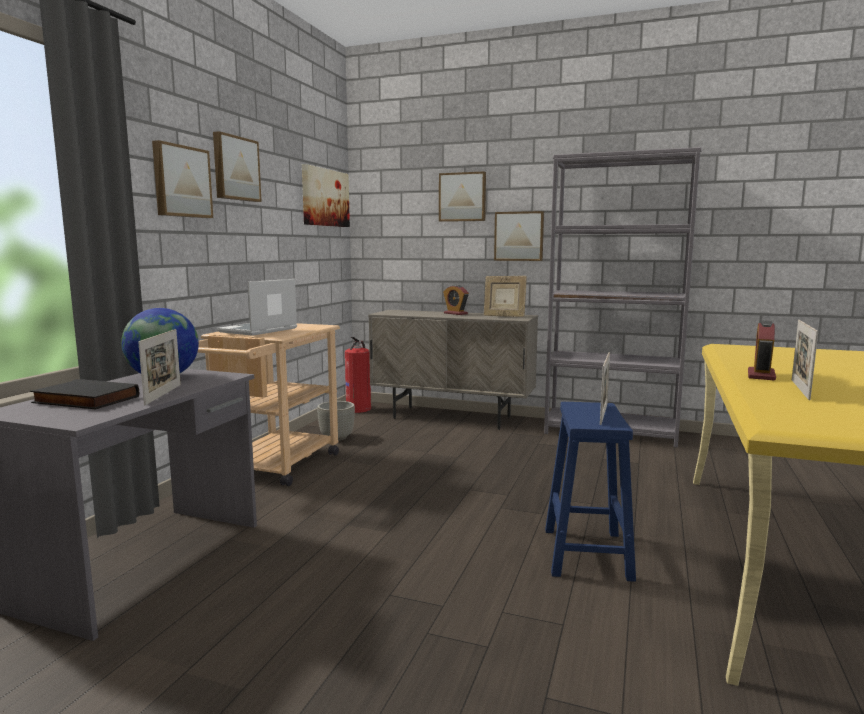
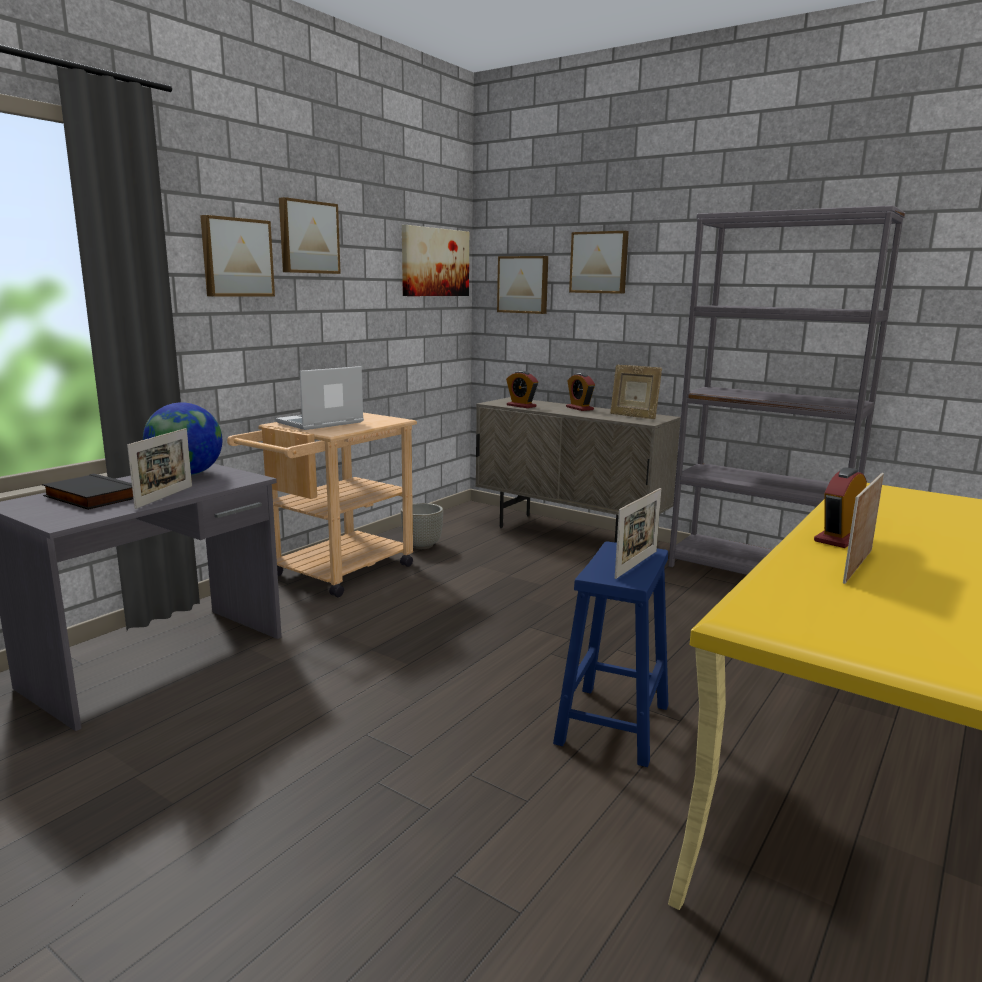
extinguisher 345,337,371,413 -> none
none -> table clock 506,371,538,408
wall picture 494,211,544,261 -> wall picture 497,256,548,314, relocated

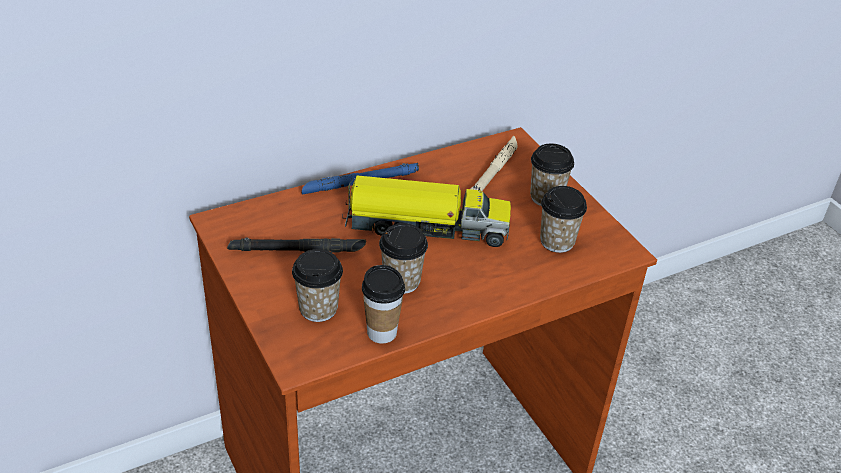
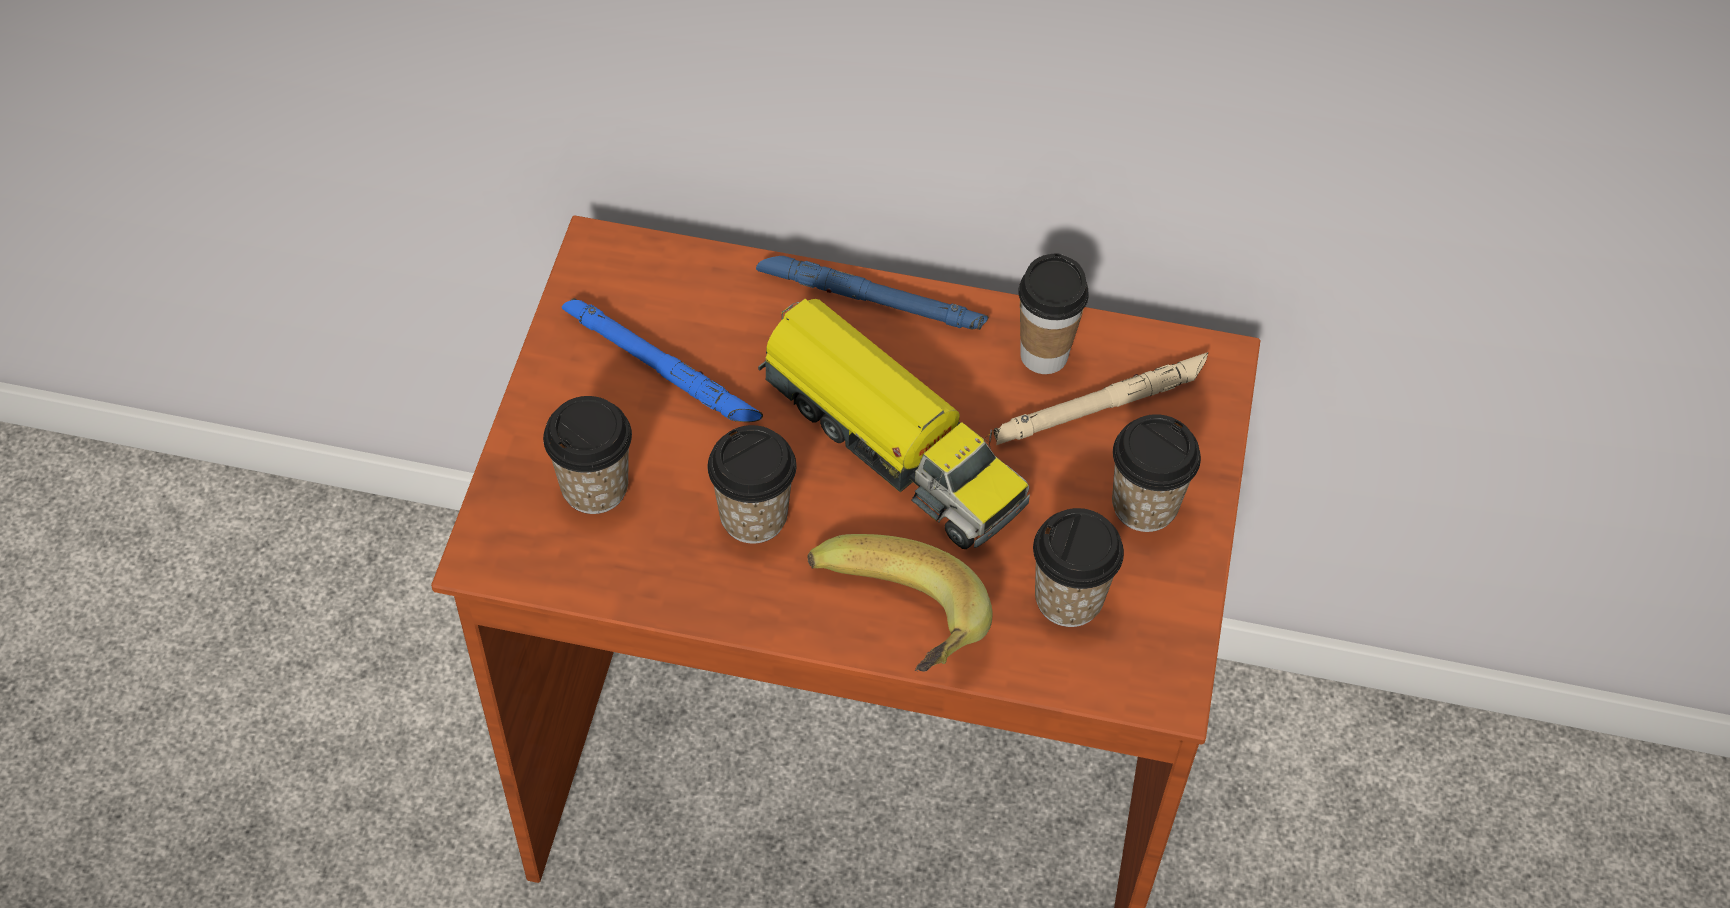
none -> banana fruit 807,534,992,672
small cup 362,265,405,344 -> small cup 1018,253,1089,374, relocated
flashlight in black-coloured 227,238,366,252 -> flashlight in blue 562,298,763,422

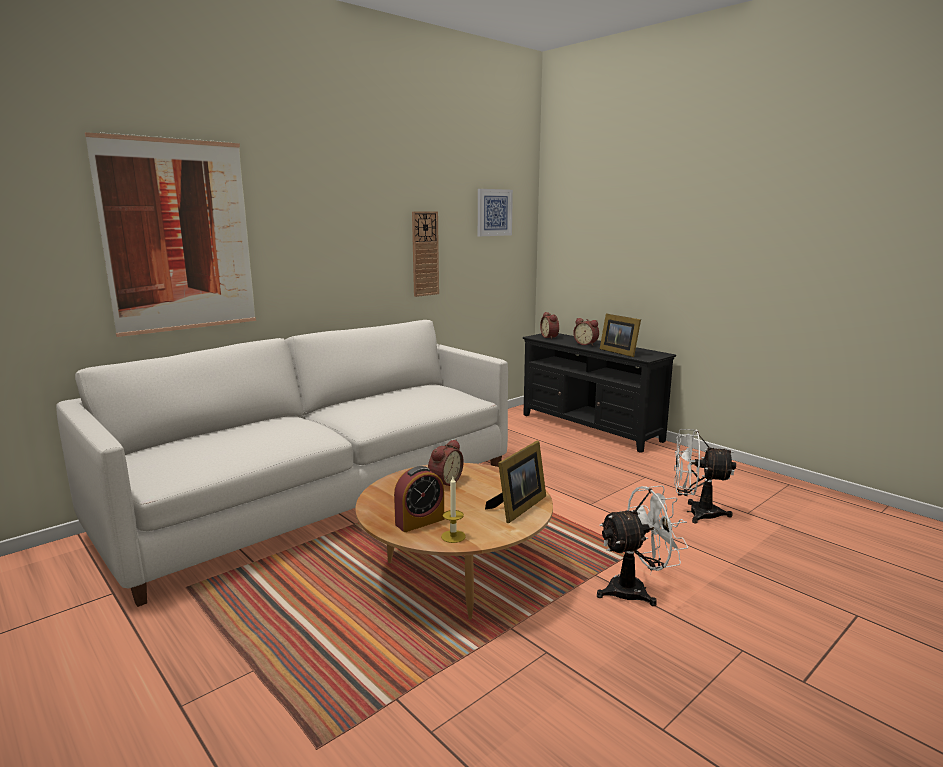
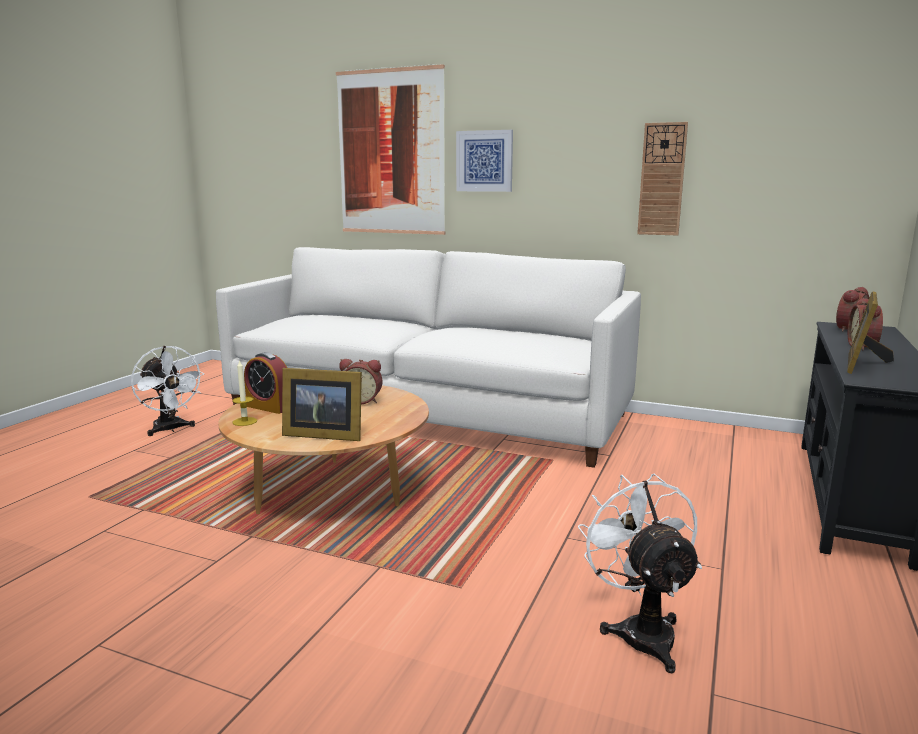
wall picture 478,189,513,236 -> wall picture 456,130,513,192, relocated
electric fan in whitish 597,485,688,606 -> electric fan in whitish 131,346,204,436, relocated

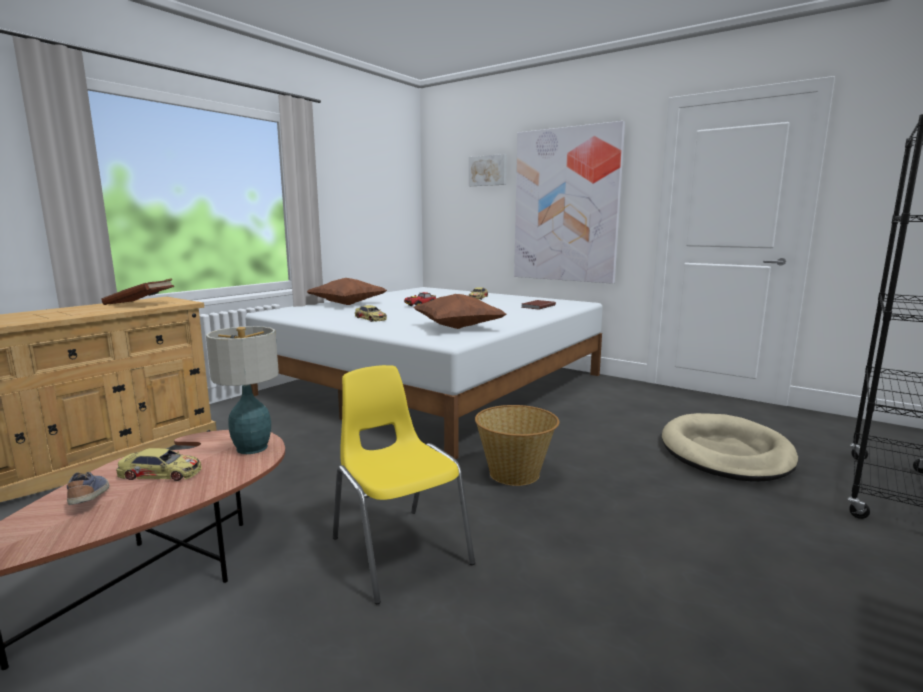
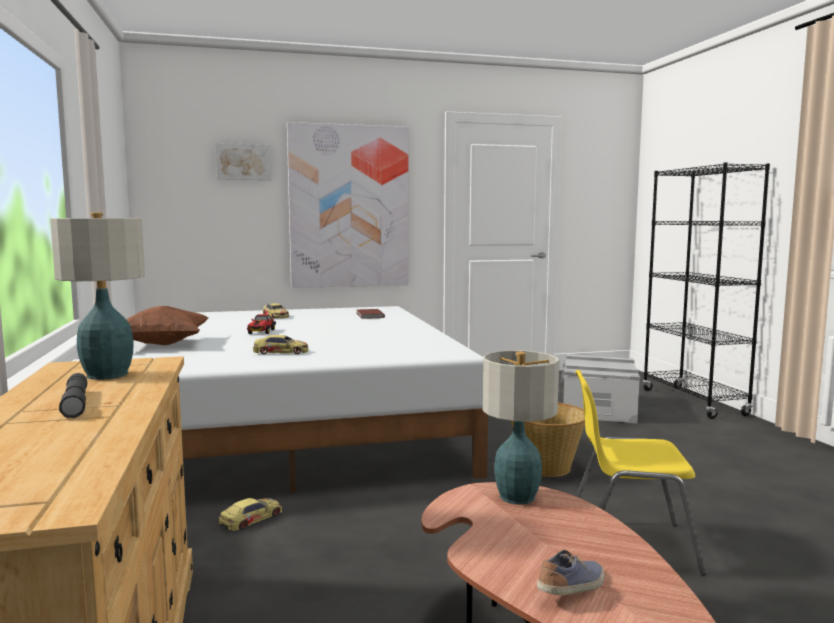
throw pillow in brownish 414,294,506,329 -> none
none -> flashlight in grey 59,373,87,418
miniature car 116,448,202,481 -> miniature car 219,498,282,531, relocated
volume in brownish 101,279,174,305 -> tabletop lamp 50,212,145,380
dog bed in beige-coloured 662,413,798,482 -> storage container in grey 561,354,640,423
item of footwear 67,472,109,505 -> item of footwear 537,550,604,596, 120 degrees clockwise

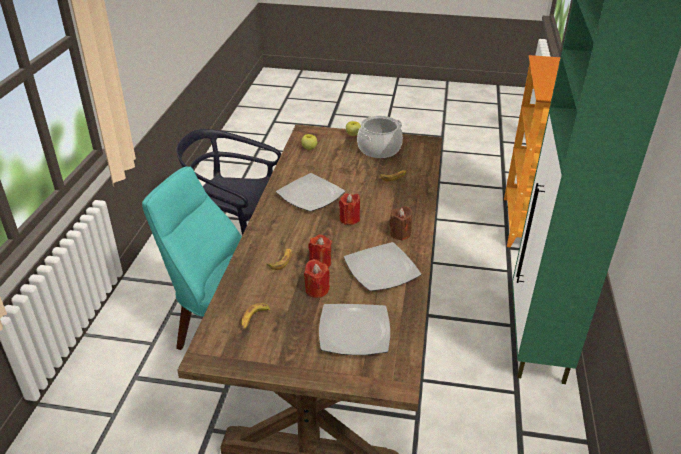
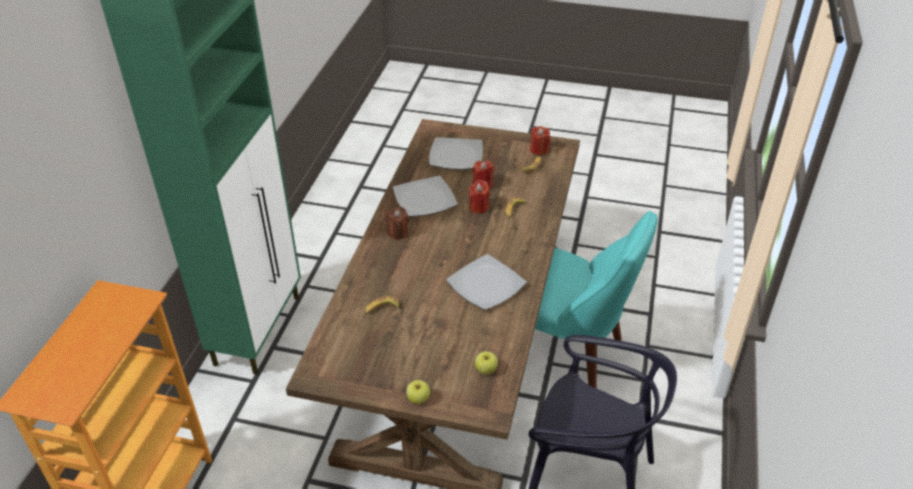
stockpot 357,116,403,158 -> none
wax light in reddish 339,193,360,225 -> wax light in reddish 530,126,550,155, relocated

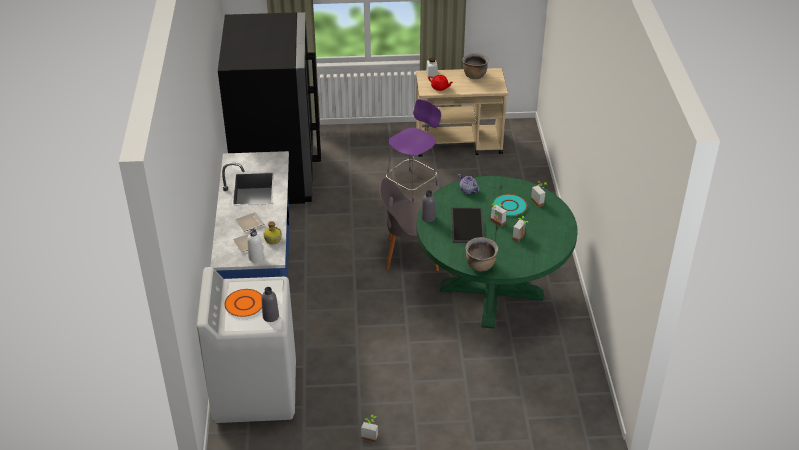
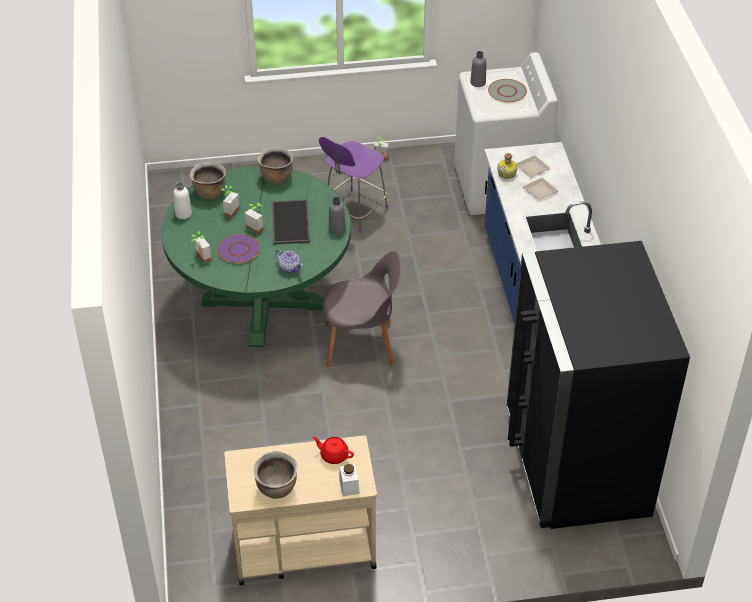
none -> stockpot in brownish 190,162,226,199
drink bottle in whitish 247,229,264,262 -> drink bottle in whitish 173,182,192,219, relocated
sitting stool in purplish 386,99,441,202 -> sitting stool in purplish 319,137,388,233, relocated
dinner plate in orange-coloured 224,289,262,317 -> dinner plate in grey 488,79,527,103
dinner plate in turquoise-coloured 493,194,527,216 -> dinner plate in purplish 217,234,260,263

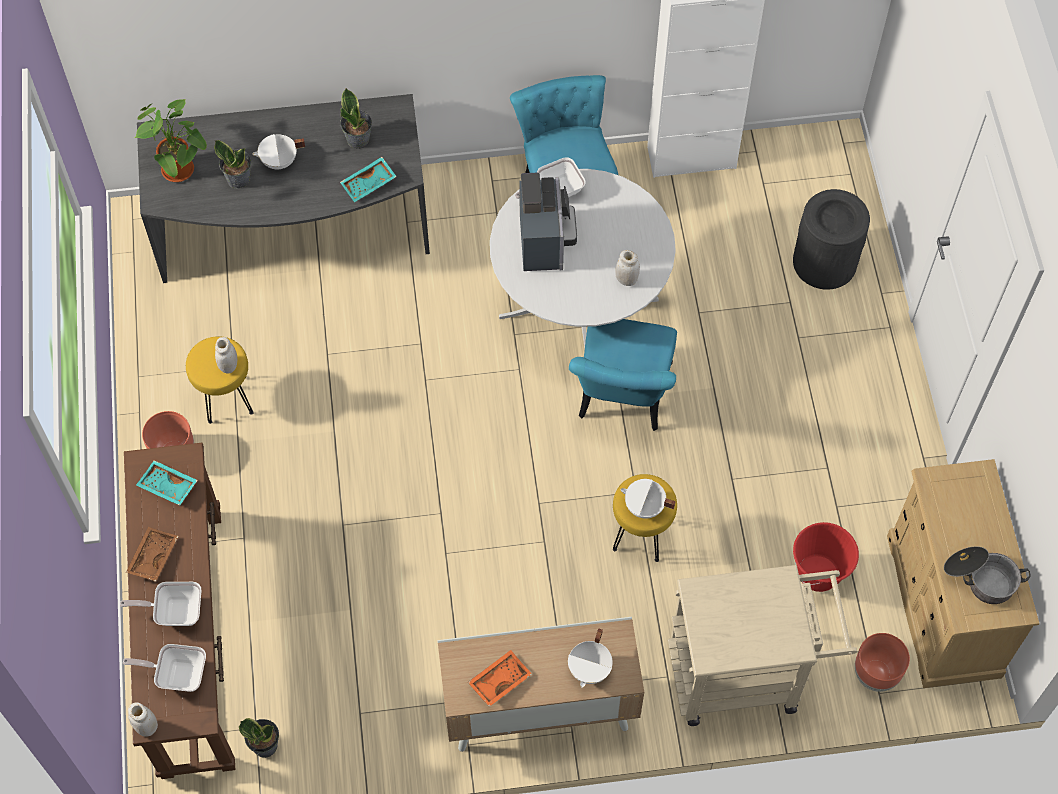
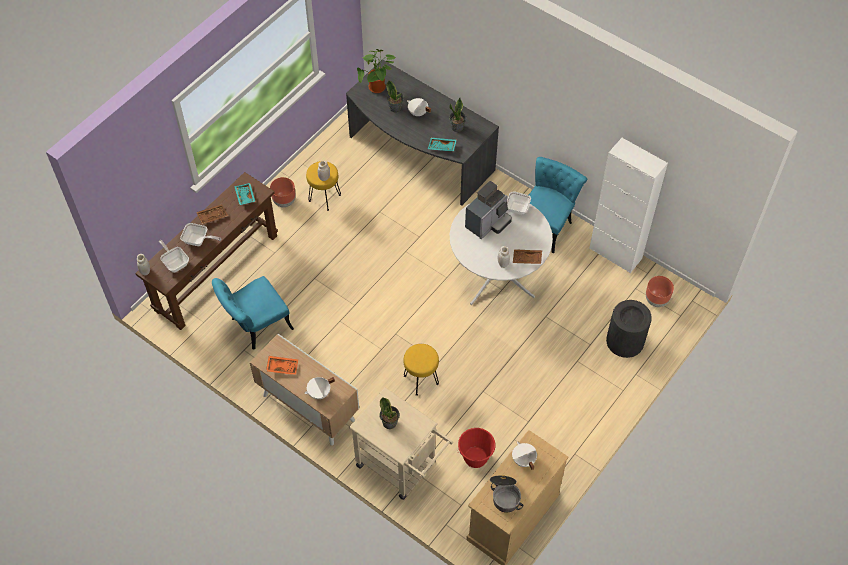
none -> carrying tray in brownish 513,250,542,264
potted plant 239,718,279,758 -> potted plant 379,397,400,429, relocated
plain chair in turquoise-coloured 569,319,677,431 -> plain chair in turquoise-coloured 212,276,294,350, relocated
stockpot in whitish 620,479,676,519 -> stockpot in whitish 512,441,537,470, relocated
planter in brownish 855,633,910,692 -> planter in brownish 646,276,674,307, relocated
pan 120,582,201,626 -> pan 180,223,221,246, 150 degrees clockwise

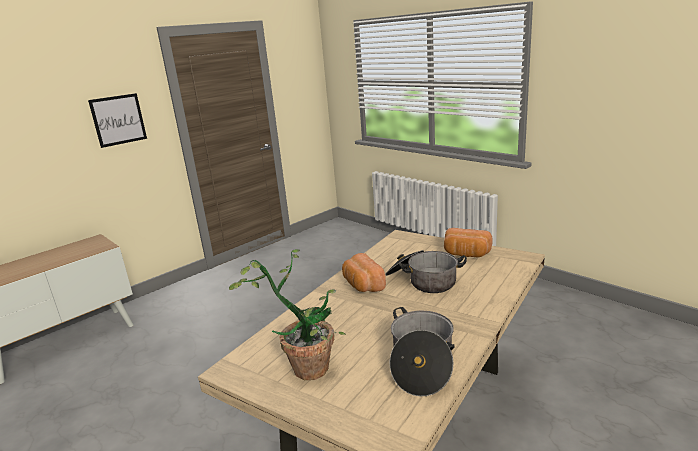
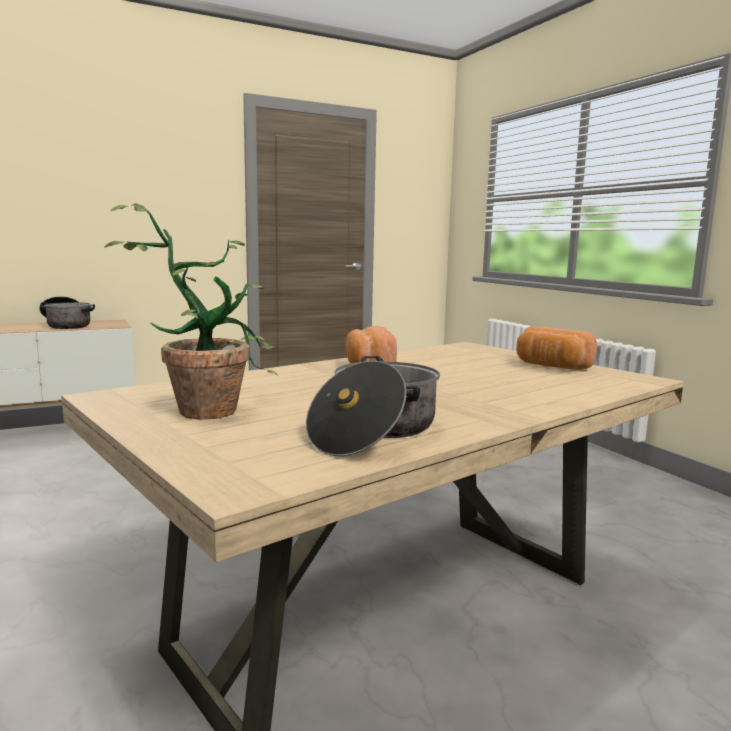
wall picture 88,93,147,148 -> none
stockpot 385,250,467,293 -> stockpot 39,296,95,329, relocated

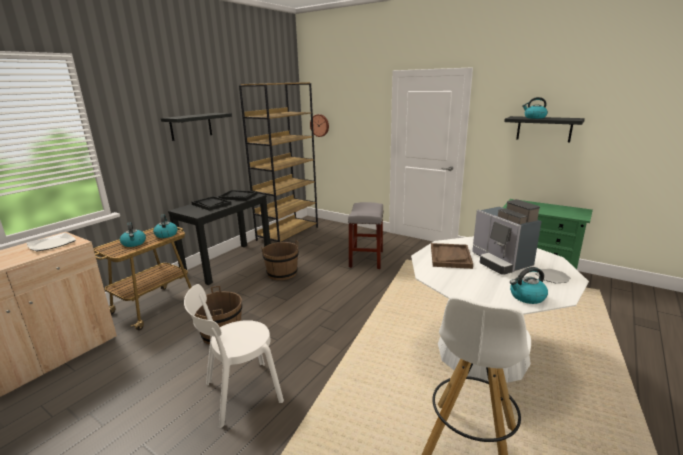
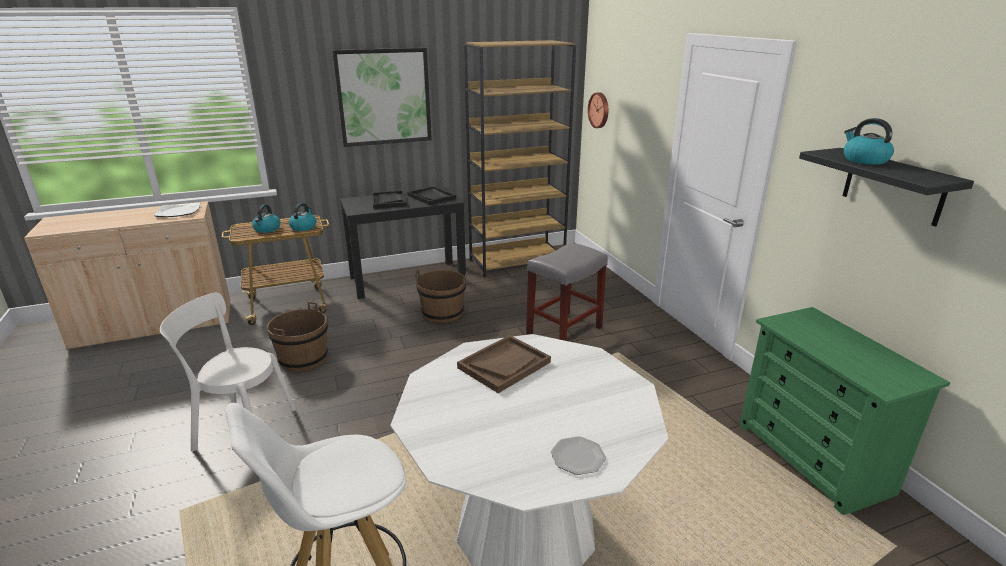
coffee brewer 472,199,541,275 -> none
tea kettle 510,267,548,304 -> none
wall shelf in black-coloured 161,113,232,141 -> wall picture 332,48,432,147

